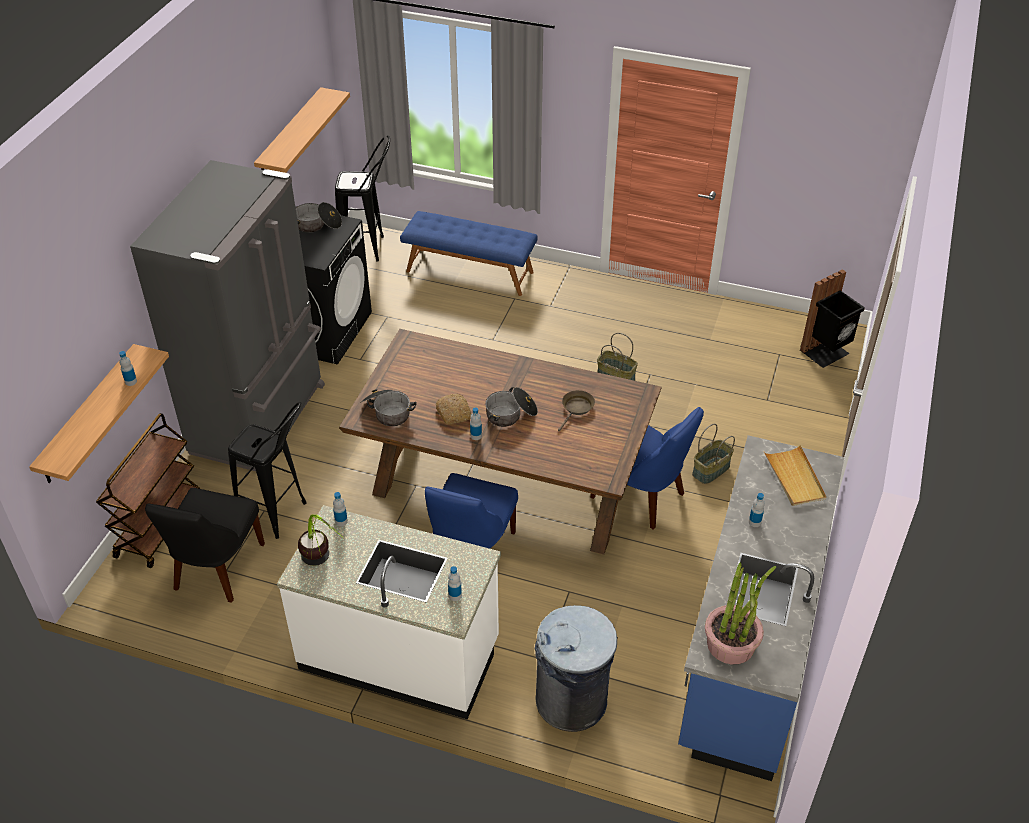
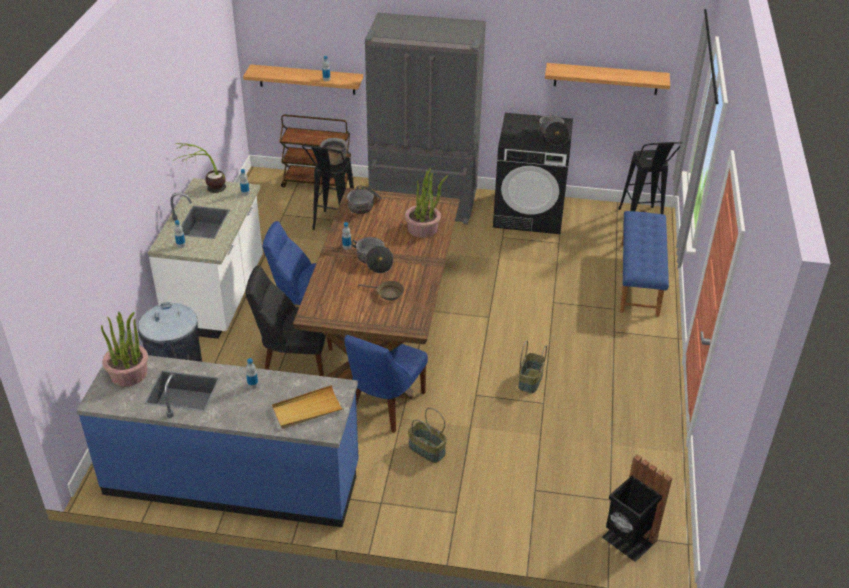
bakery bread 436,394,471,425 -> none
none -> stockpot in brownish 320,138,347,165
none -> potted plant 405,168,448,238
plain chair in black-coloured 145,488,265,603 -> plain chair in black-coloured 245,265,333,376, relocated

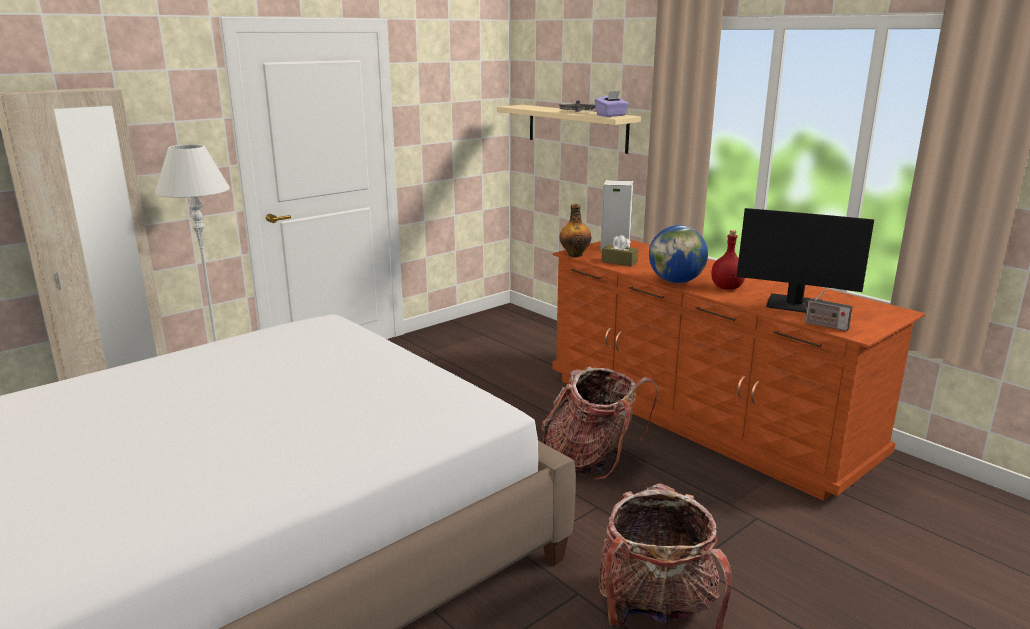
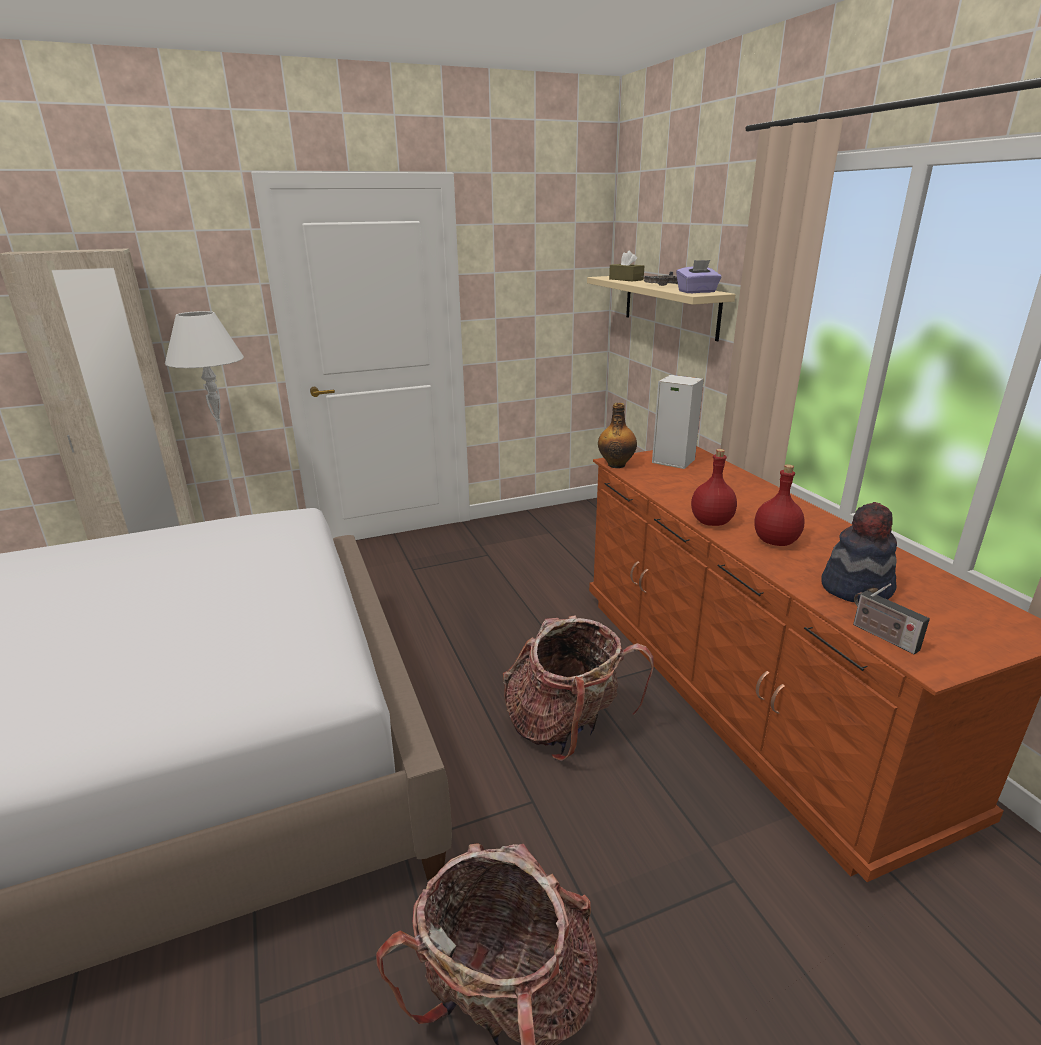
tissue box in brownish 601,235,638,266 -> tissue box in brownish 609,250,644,282, relocated
world globe 649,225,708,283 -> drink bottle in reddish 691,449,737,526
computer display 737,208,874,313 -> wearable hat 821,502,897,602

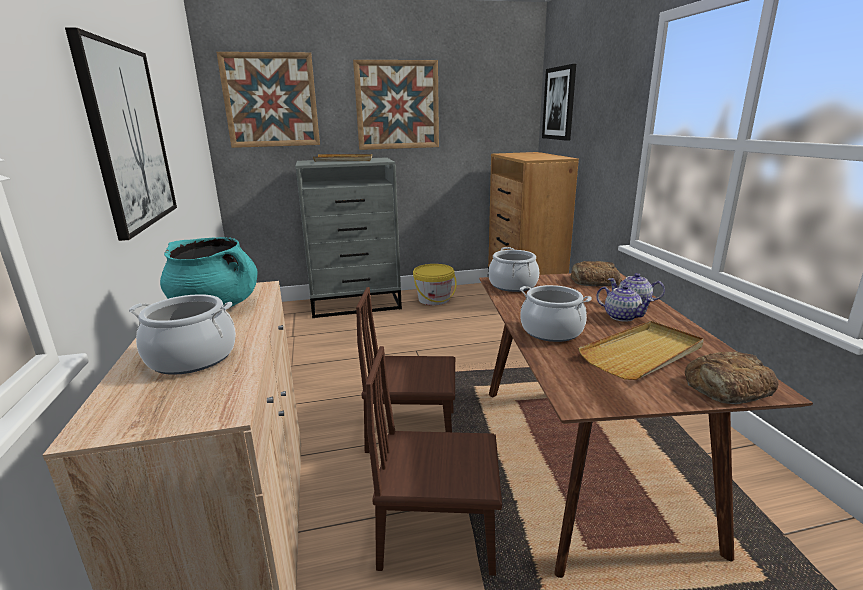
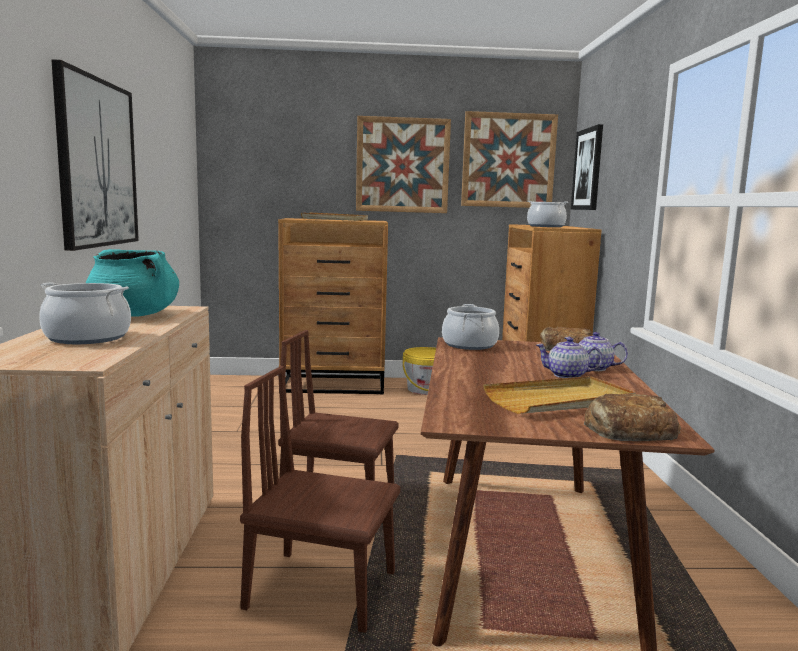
wall picture 216,52,320,148 -> wall picture 461,111,558,208, relocated
stockpot 520,285,592,342 -> stockpot 527,201,568,227, relocated
chest of drawers in grey 295,157,402,318 -> chest of drawers in brownish 278,218,388,395
pot for tea 596,285,654,322 -> pot for tea 536,337,603,378, 135 degrees clockwise

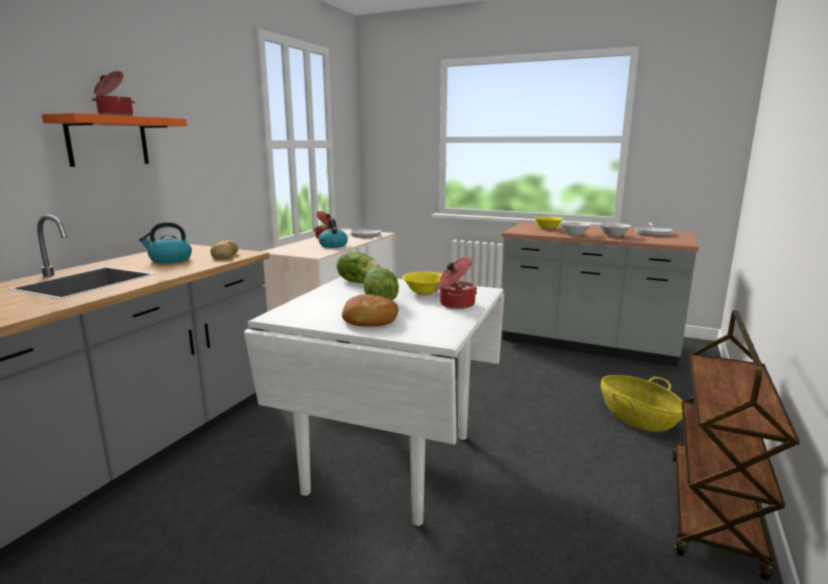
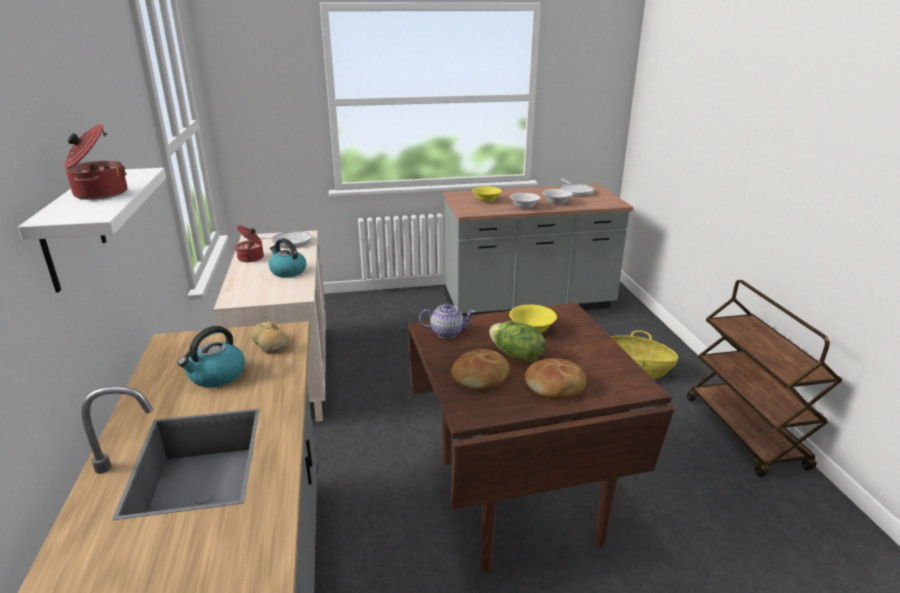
stockpot 440,257,477,309 -> none
none -> bakery bread 451,349,510,390
lettuce head 337,252,380,283 -> pot for tea 419,303,475,338
wall shelf in orange-coloured 42,113,187,167 -> wall shelf in whitish 18,168,166,293
dining table in whitish 244,276,504,526 -> dining table in brownish 408,303,674,572

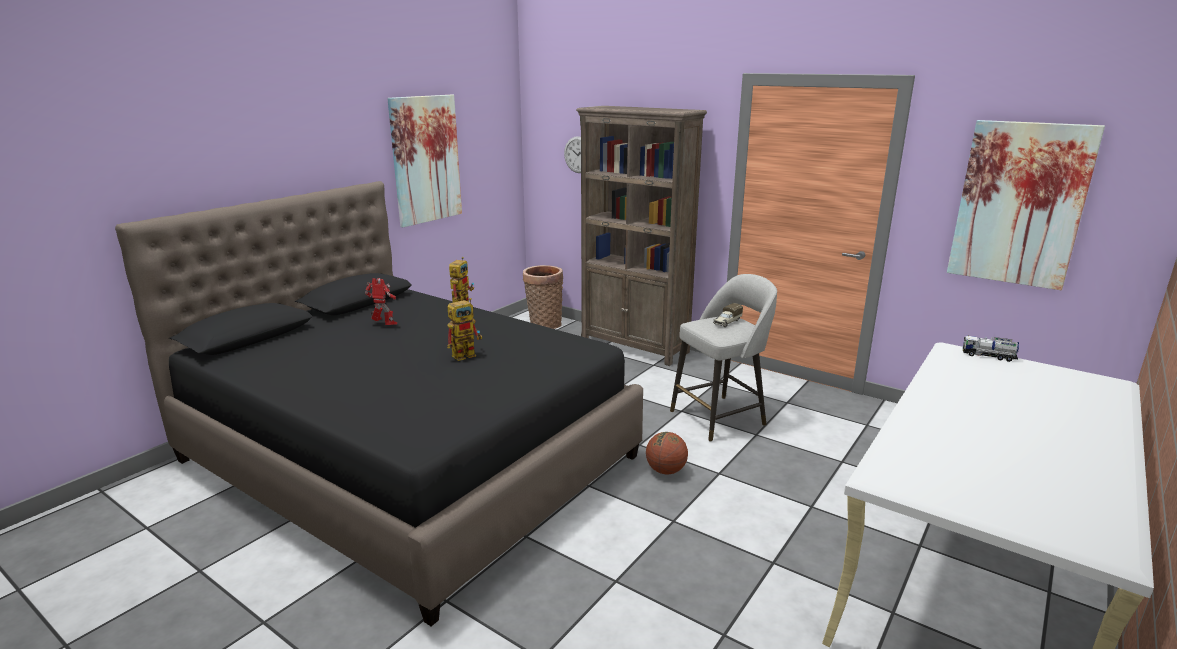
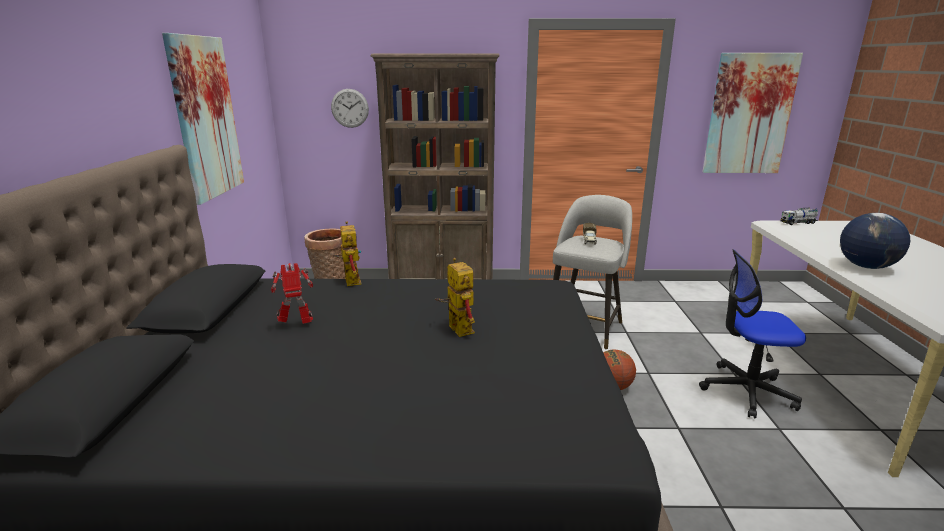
none -> office chair 699,249,806,419
none -> world globe 840,213,910,269
toy robot 447,298,482,361 -> toy robot 435,258,475,337, 45 degrees counterclockwise

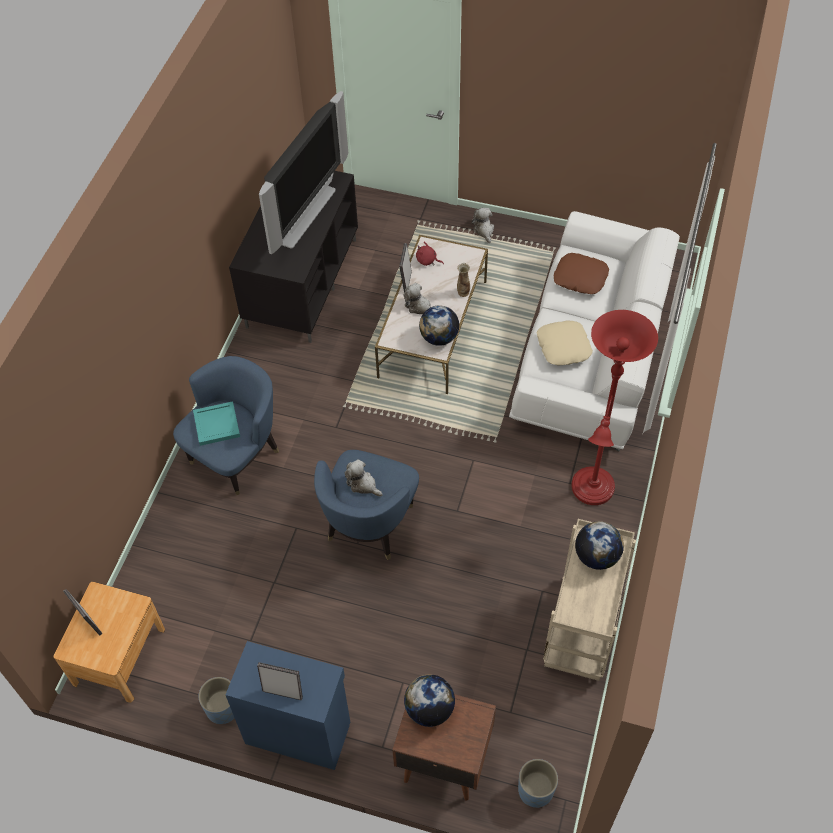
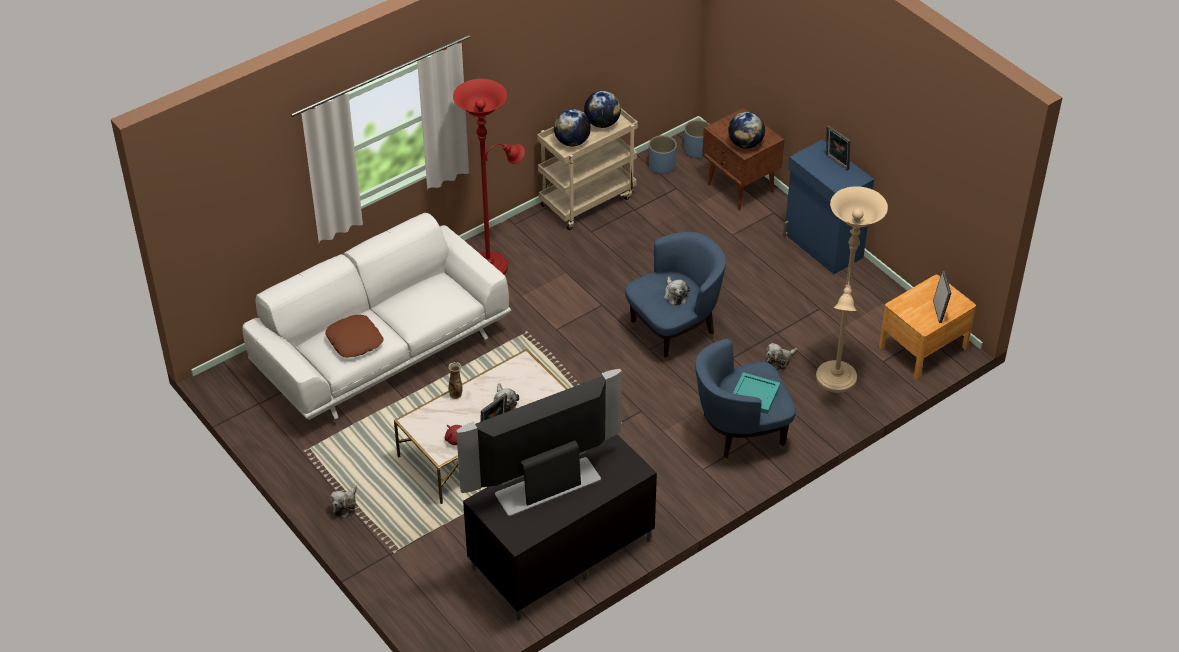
throw pillow in beige-coloured 537,320,593,366 -> none
none -> soft toy 766,343,798,370
none -> standard lamp in beige-coloured 816,186,888,393
planter in blue 199,677,235,724 -> planter in blue 649,135,677,174, relocated
world globe 419,305,459,346 -> world globe 584,91,621,128, relocated

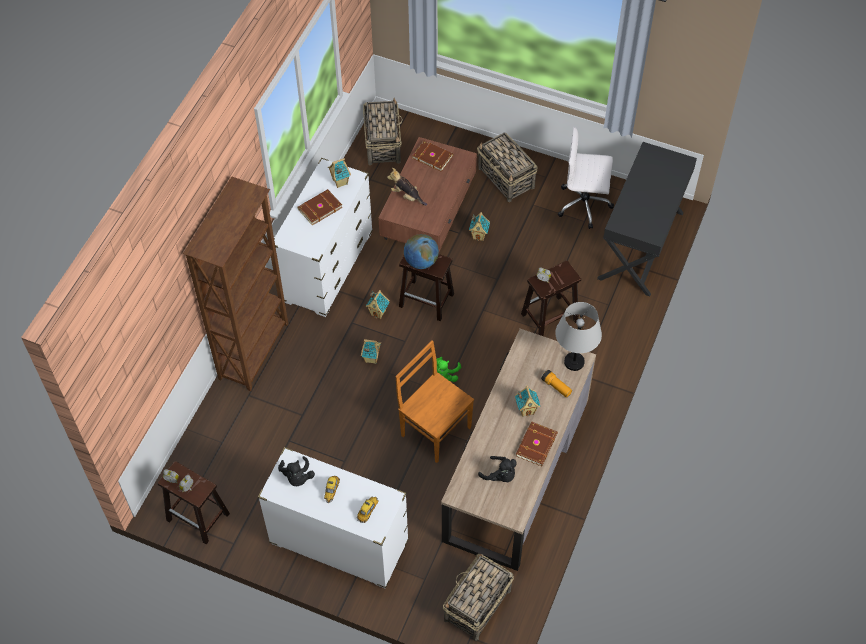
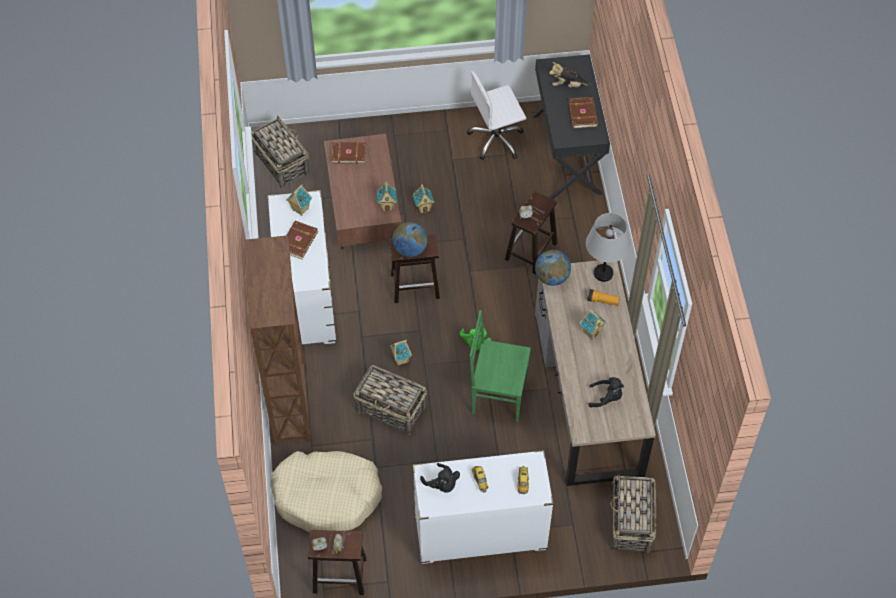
none -> dog bed in beige-coloured 271,451,382,532
none -> world globe 535,250,571,286
model house 366,290,390,319 -> model house 377,182,397,212, relocated
soft toy 387,168,427,206 -> soft toy 549,62,591,87, relocated
basket 477,132,538,202 -> basket 353,365,427,435, relocated
volume in brownish 516,421,558,466 -> volume in brownish 569,97,598,129, relocated
plain chair in brownish 395,340,474,463 -> plain chair in green 470,310,531,422

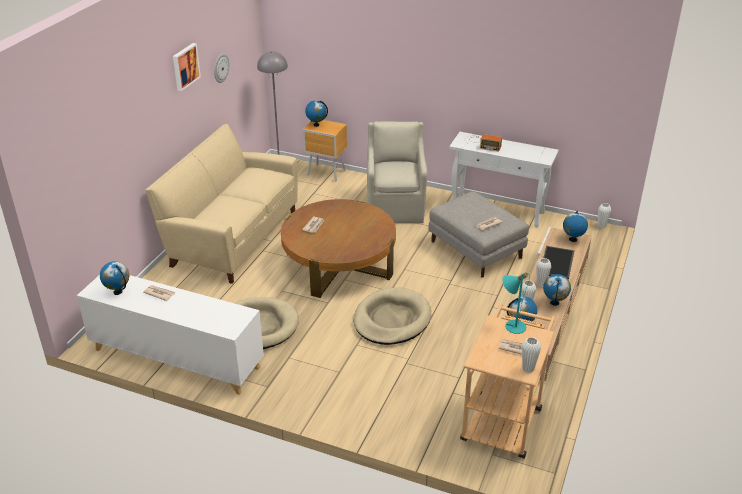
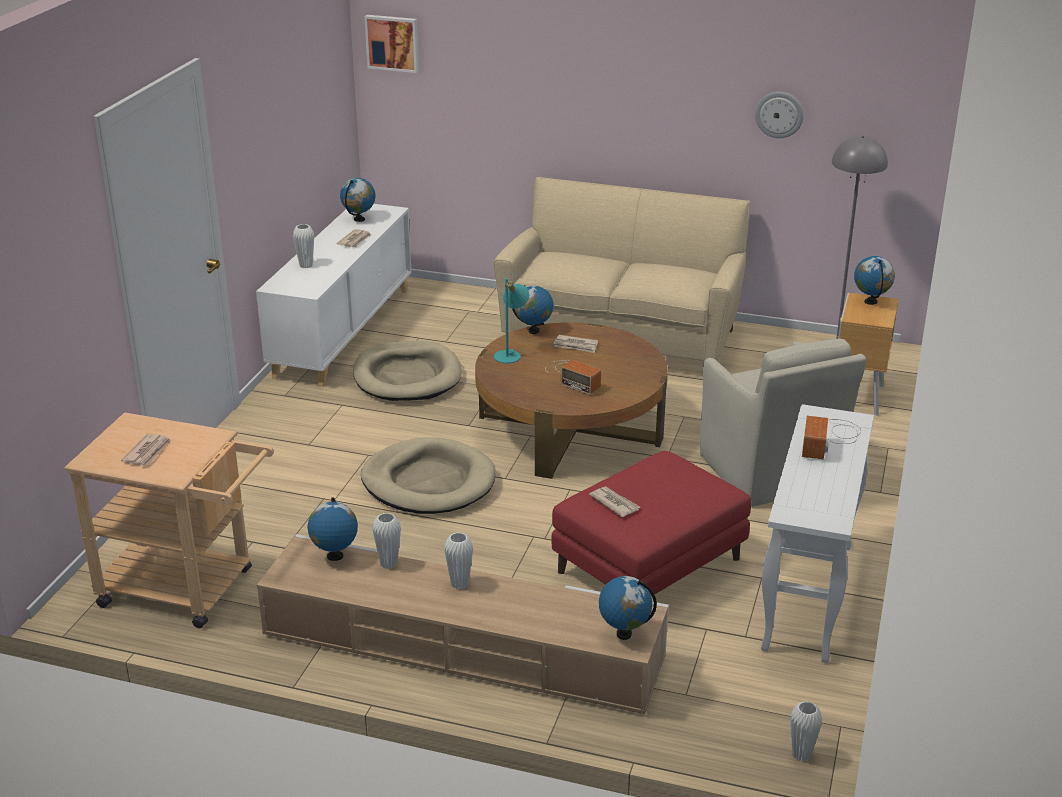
carrying tray 543,246,574,279 -> none
none -> radio set 545,360,601,395
wall picture 173,43,201,91 -> wall picture 364,15,419,73, relocated
tabletop lamp in turquoise-coloured 503,272,530,334 -> tabletop lamp in turquoise-coloured 494,278,529,363, relocated
decorative vase in whitish 522,337,541,373 -> decorative vase in whitish 293,224,314,268, relocated
world globe 543,274,571,306 -> world globe 512,285,554,334, relocated
ottoman in grey 429,191,529,278 -> ottoman in reddish 551,451,751,596
armchair in beige-coloured 367,121,427,223 -> armchair in beige-coloured 700,339,866,507, 75 degrees clockwise

